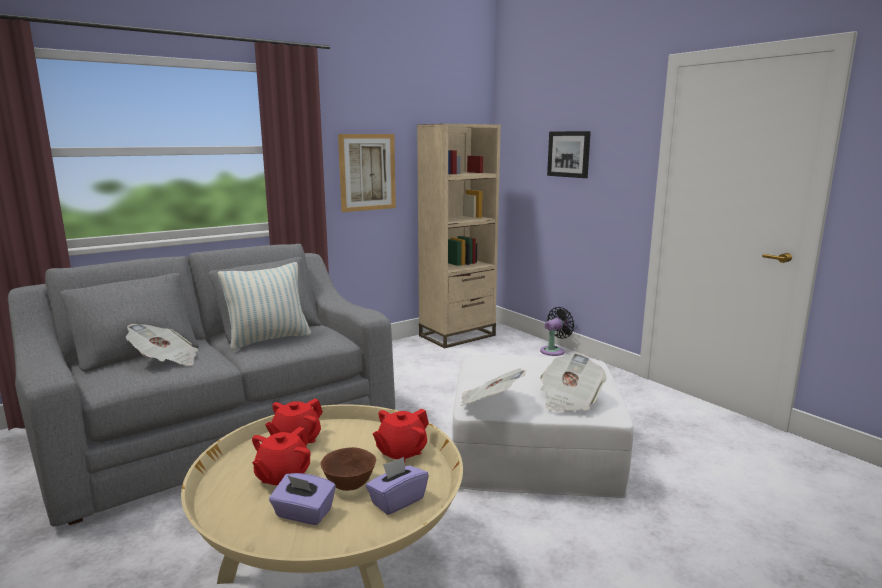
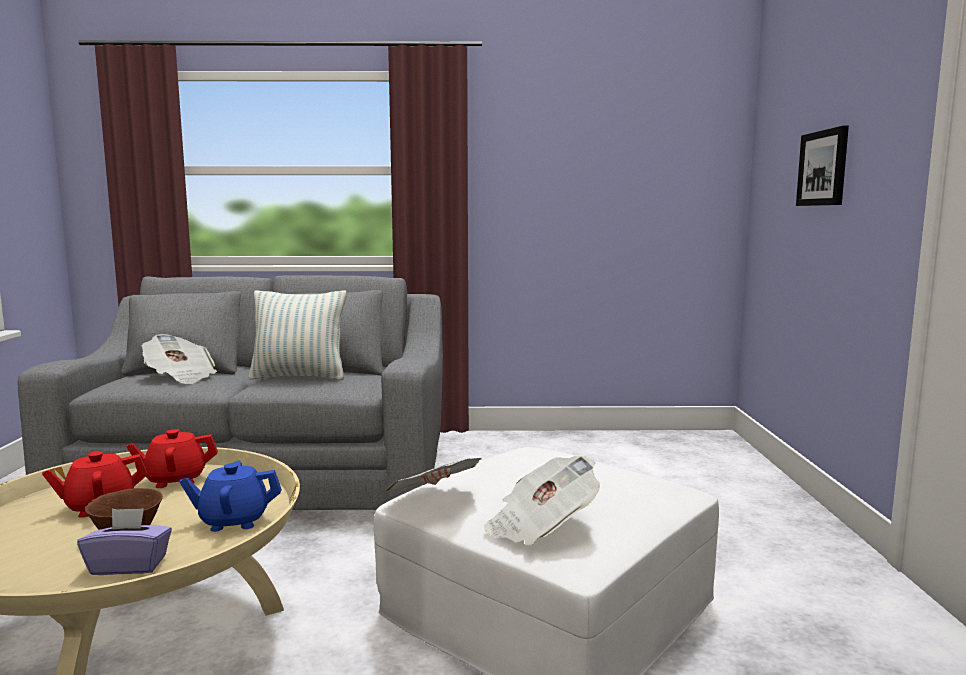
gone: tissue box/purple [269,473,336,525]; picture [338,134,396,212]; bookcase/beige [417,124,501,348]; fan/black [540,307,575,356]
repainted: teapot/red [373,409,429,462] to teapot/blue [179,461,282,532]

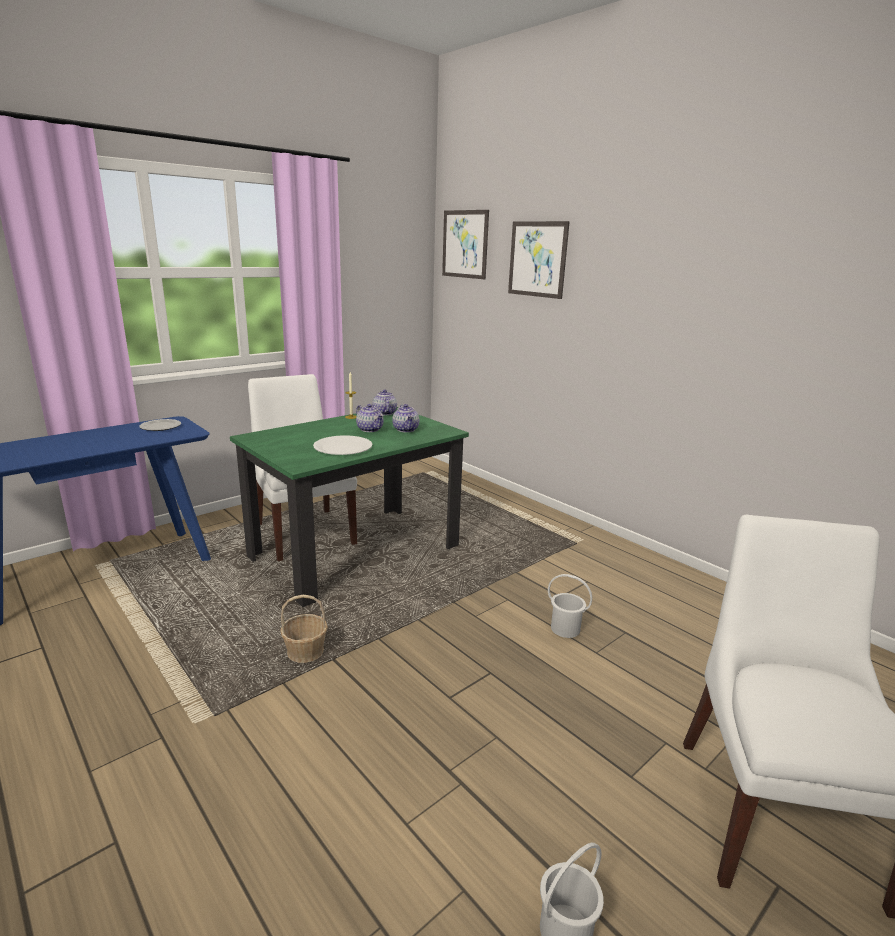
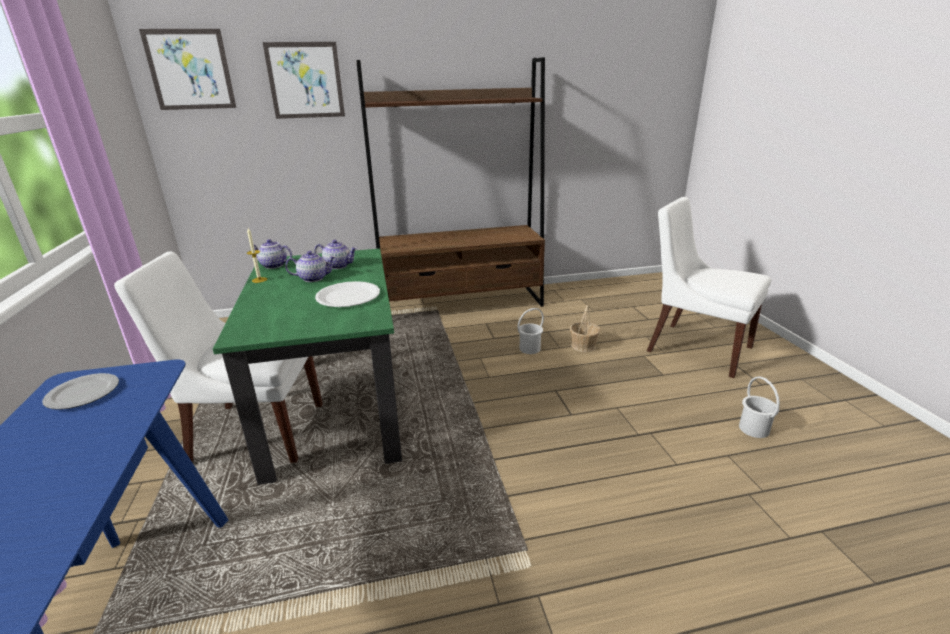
new: bookcase/brown [356,57,545,307]
shifted: basket [280,595,328,663] to [570,305,601,352]

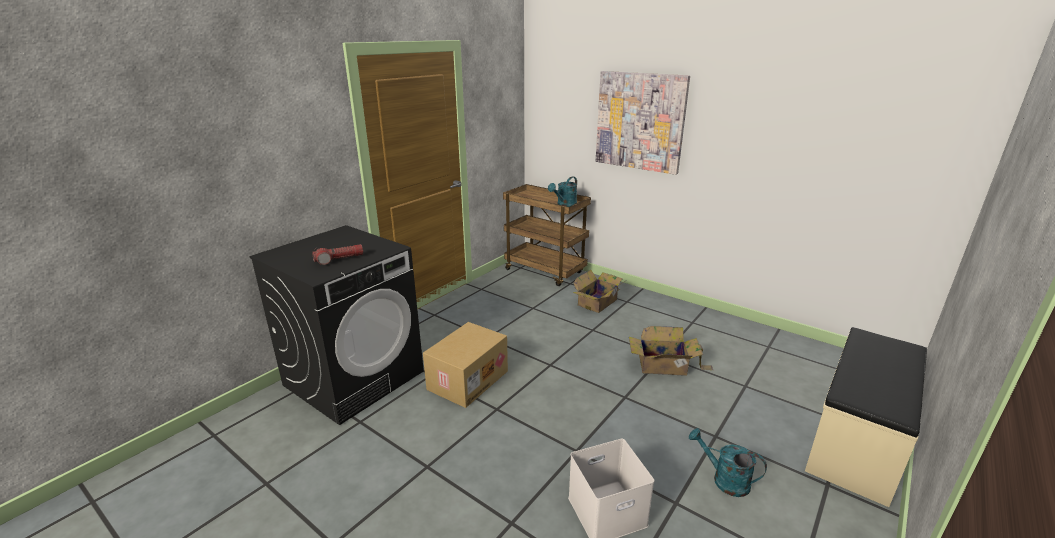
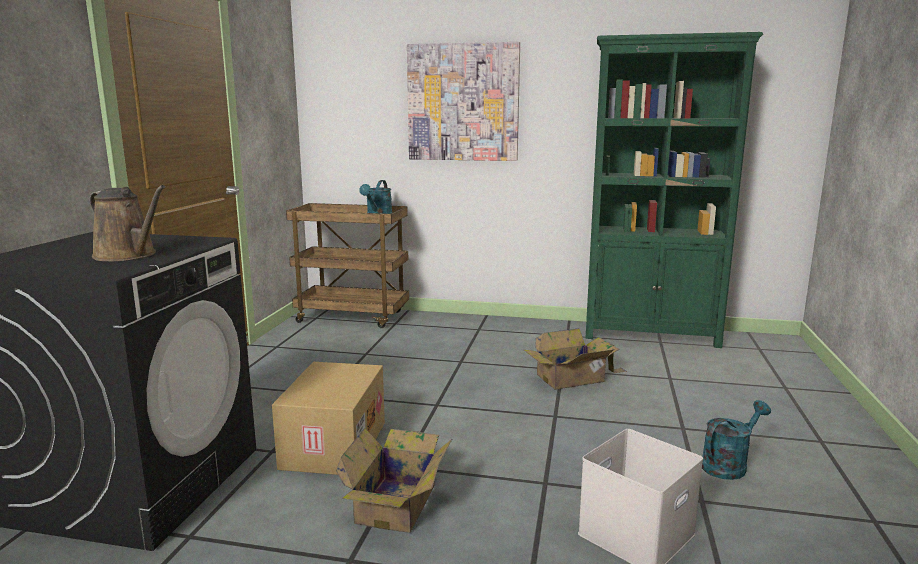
gone: bench/beige [805,327,927,507]
new: bookcase/green [585,32,763,348]
shifted: cardboard box [573,270,625,313] to [336,428,452,533]
swapped: flashlight [312,244,363,265] to watering can/brown [90,185,165,261]
rotated: watering can/turquoise [689,428,767,497] = [702,400,771,480] 135 degrees clockwise

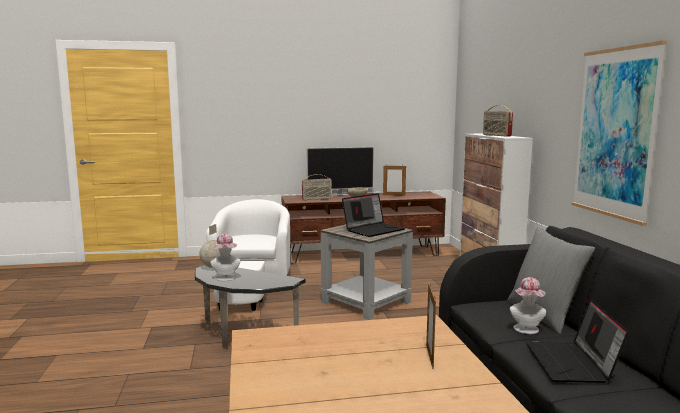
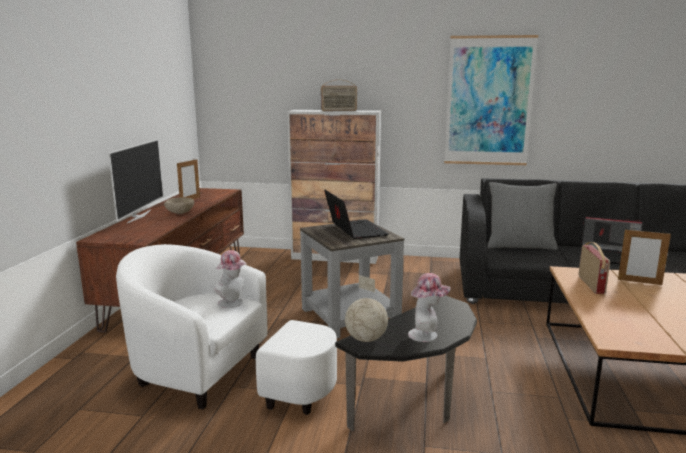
shifted: radio [302,174,332,200] to [579,242,610,294]; hat [509,277,546,334] to [215,250,246,308]

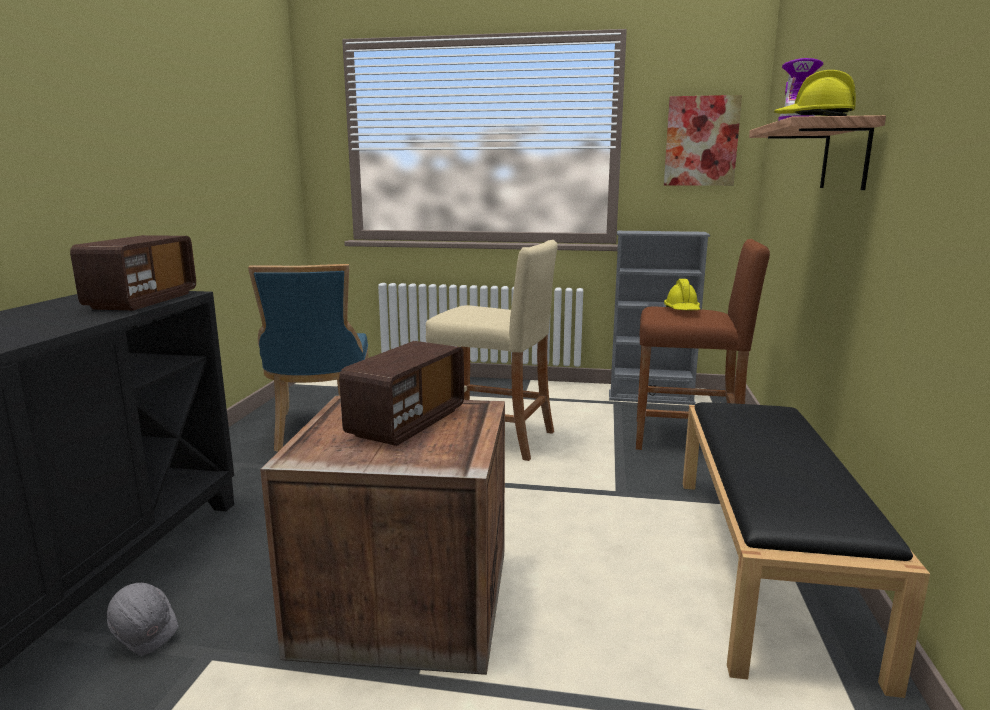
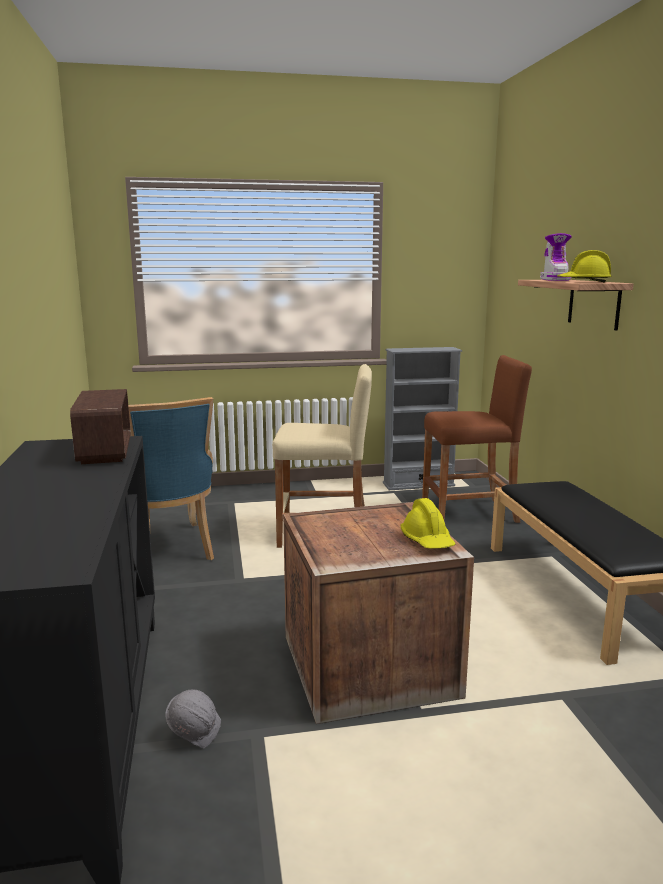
gone: radio [339,341,464,446]; picture [664,95,742,186]
shifted: hard hat/yellow [664,279,700,310] to [401,498,456,549]

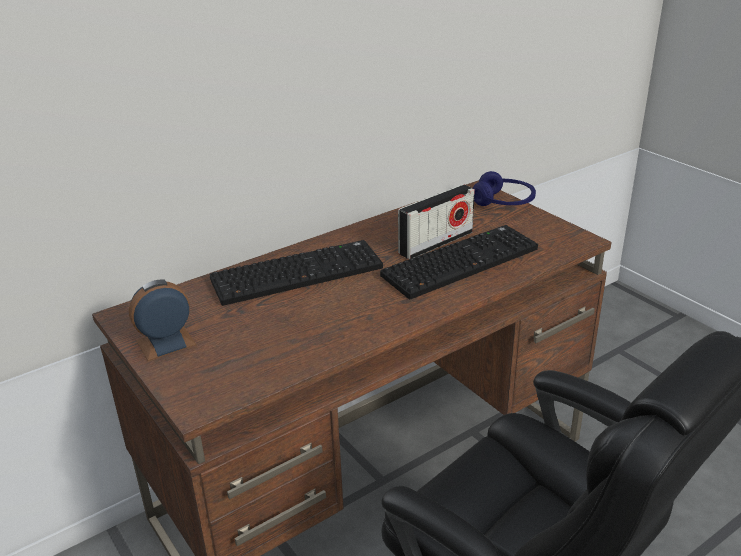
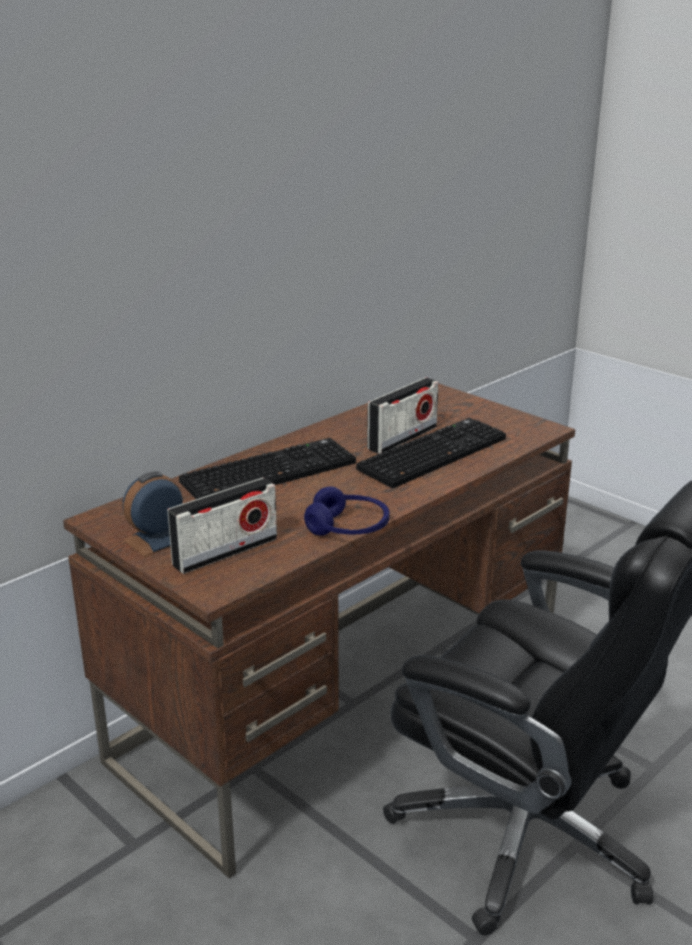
new: radio [167,478,277,574]
shifted: headphones/blue [473,171,536,206] to [304,487,390,536]

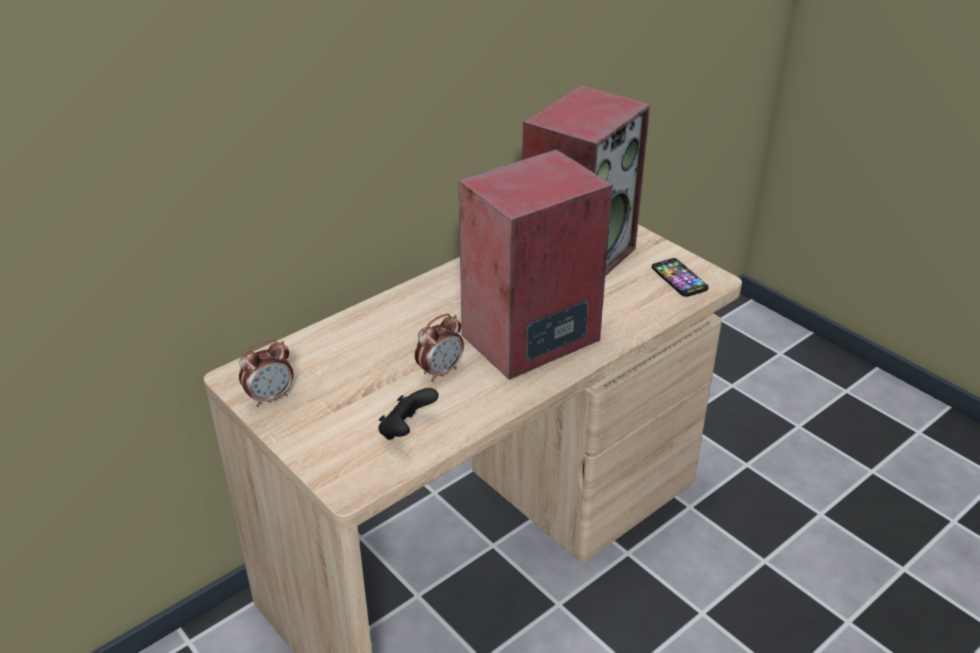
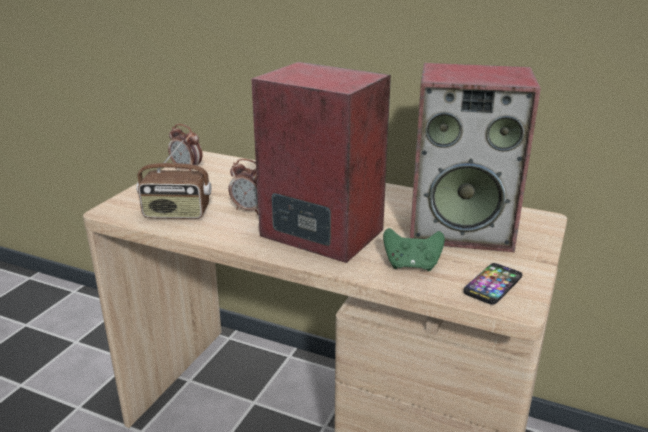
new: game controller/green [383,228,445,271]
swapped: game controller/black [378,388,439,440] to radio [136,140,212,219]

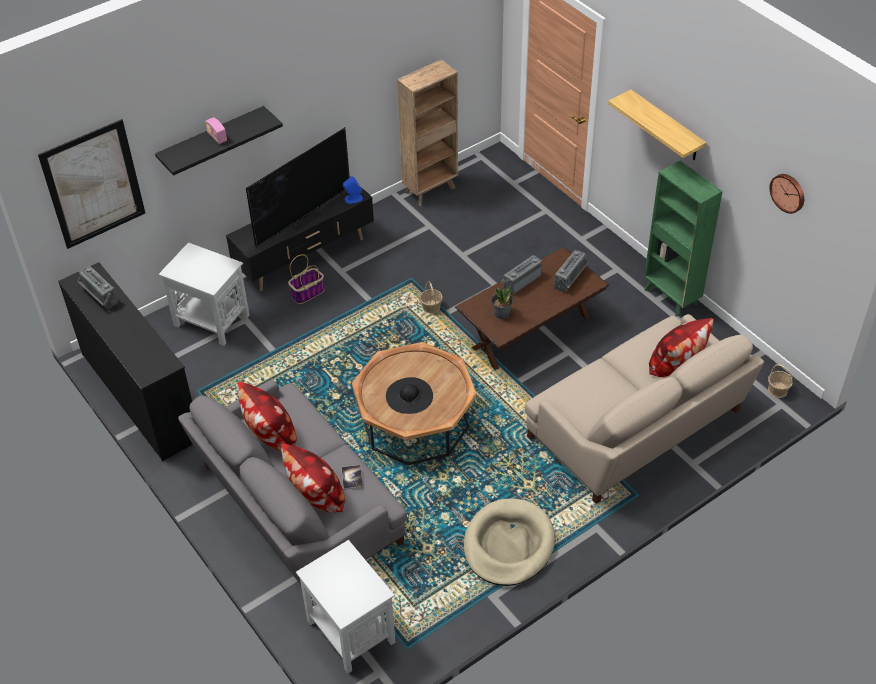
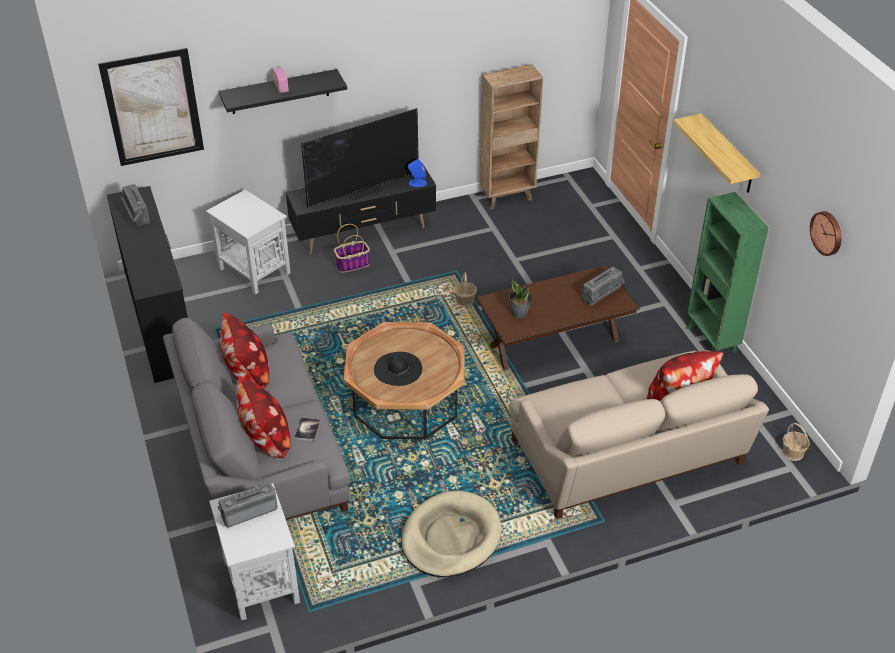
shifted: radio [500,255,542,295] to [218,482,278,528]

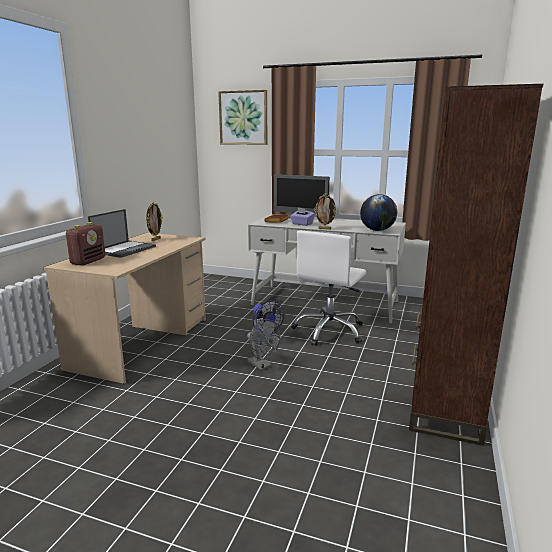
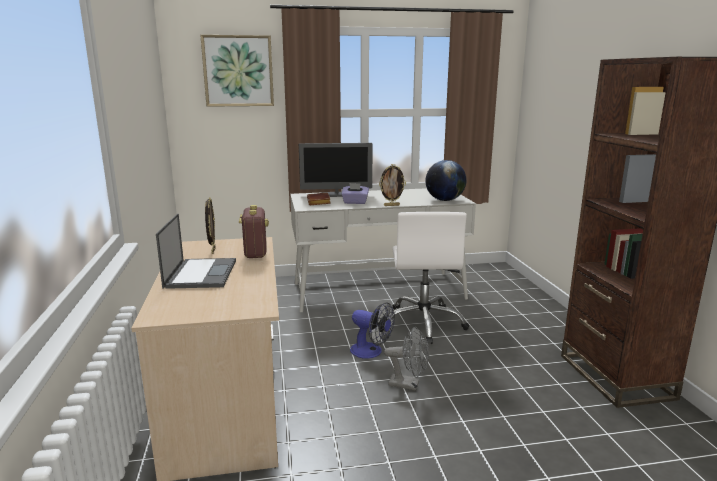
shifted: radio [66,222,105,265] to [239,205,269,258]

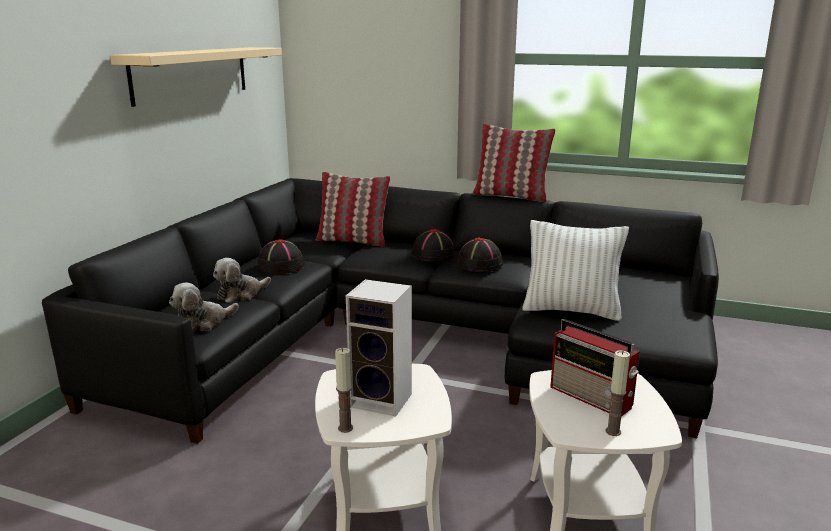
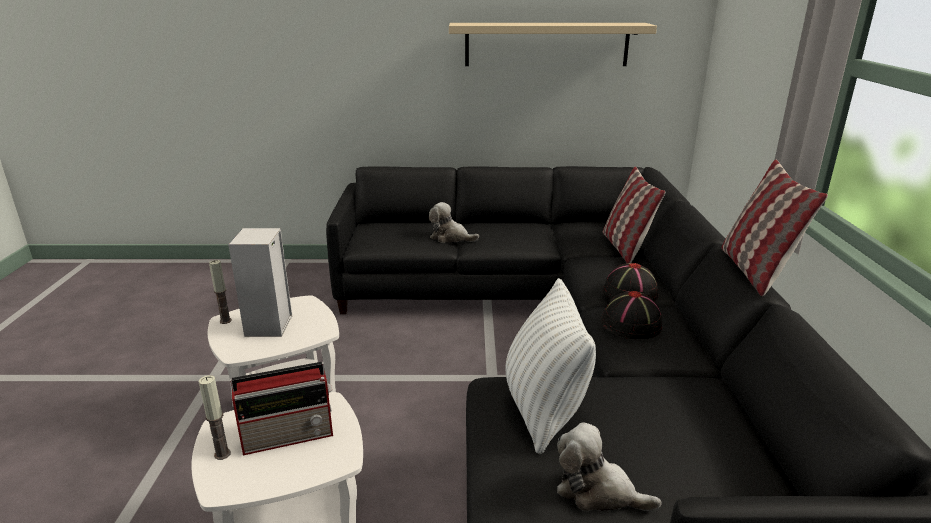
gone: hat/black [258,239,305,274]
shifted: plush toy [169,283,239,333] to [557,422,662,511]
rotated: radio [550,319,640,416] = [230,362,333,456] 135 degrees counterclockwise

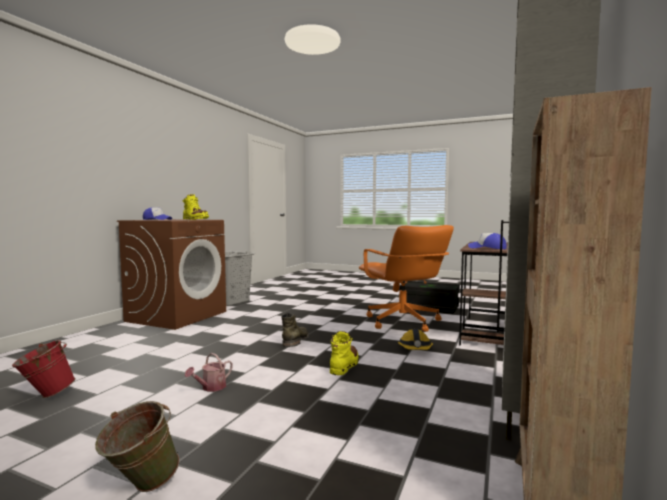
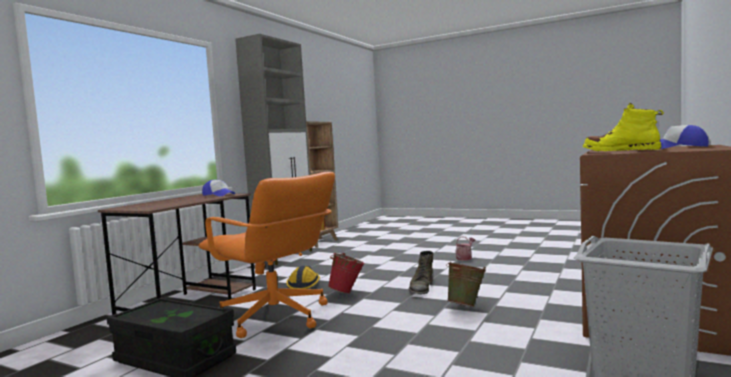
gone: boot/yellow [330,331,359,375]
shifted: bucket/red [12,340,75,398] to [328,253,365,294]; bucket/green [95,401,180,492] to [446,262,486,307]
rotated: office chair/orange [359,225,454,332] = [198,172,335,338] 150 degrees clockwise

